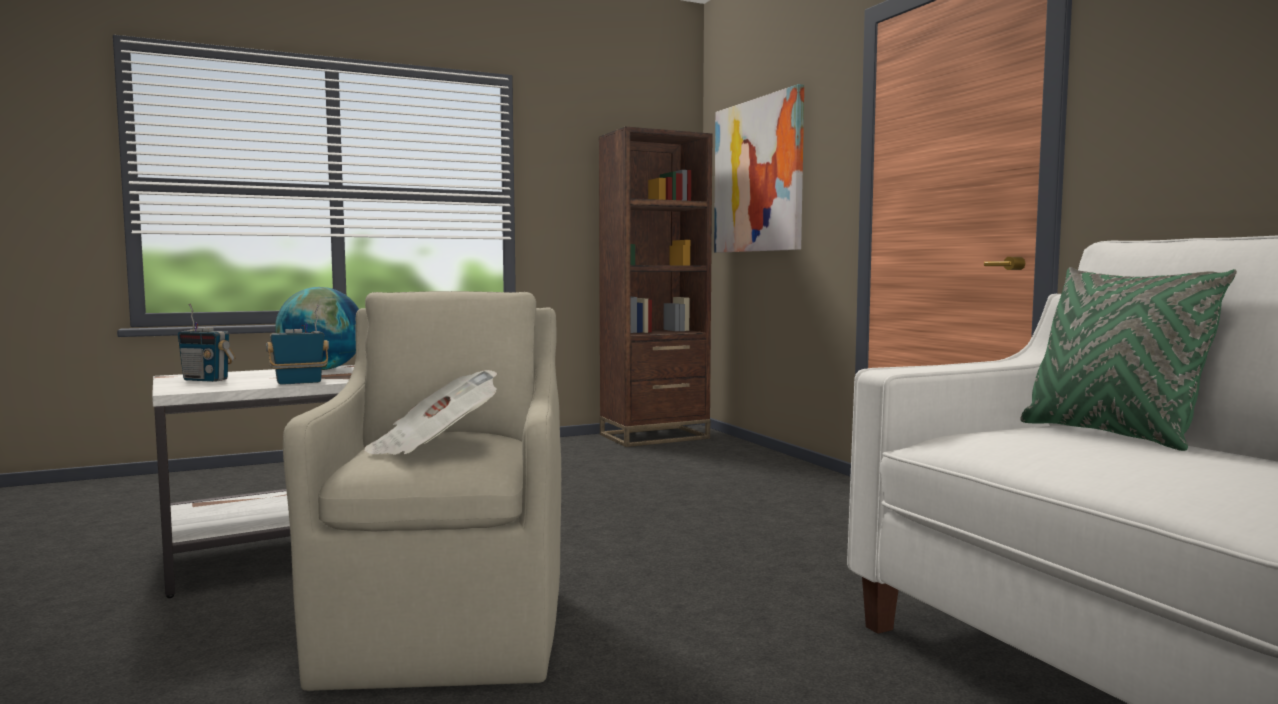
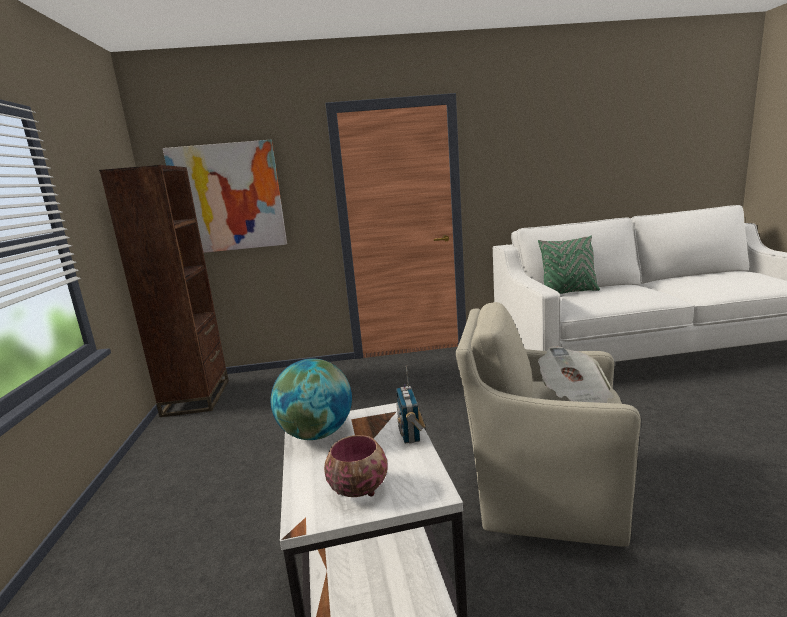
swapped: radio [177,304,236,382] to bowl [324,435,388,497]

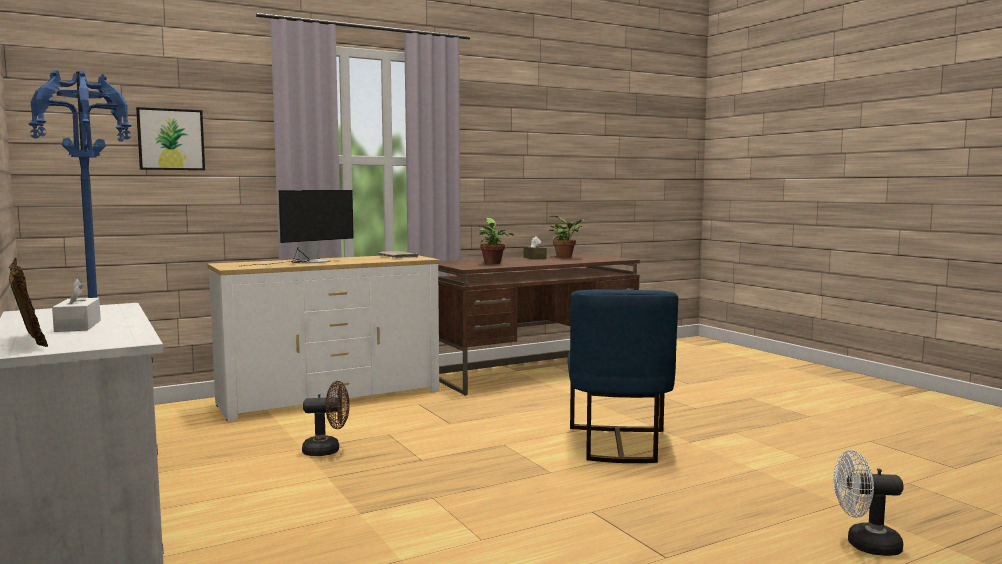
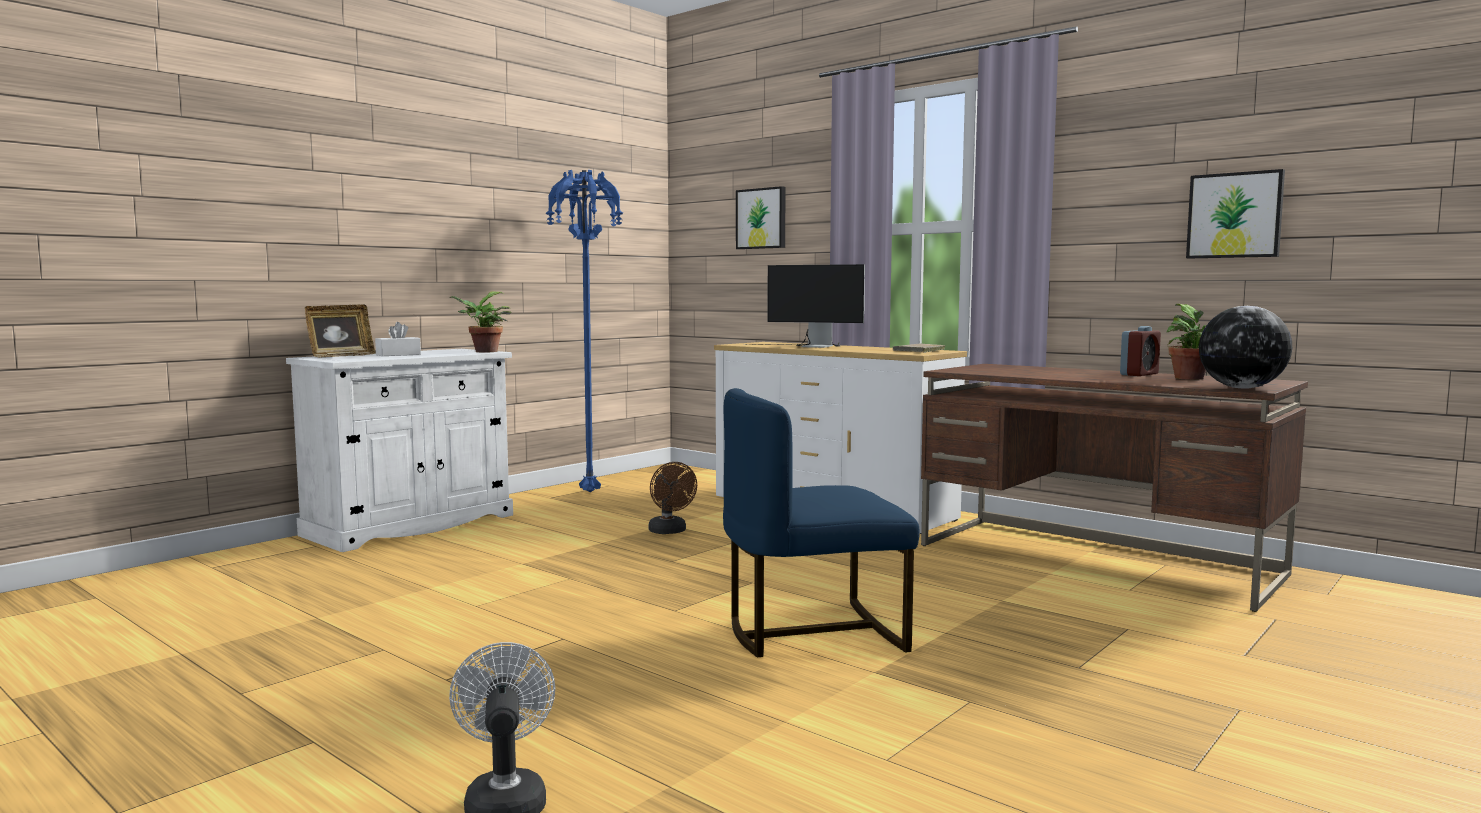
new: picture [1186,169,1285,259]; globe [1199,306,1292,389]
shifted: potted plant [478,218,514,264] to [450,292,512,353]
swapped: tissue box/brown [523,236,546,260] to alarm clock [1120,326,1161,376]

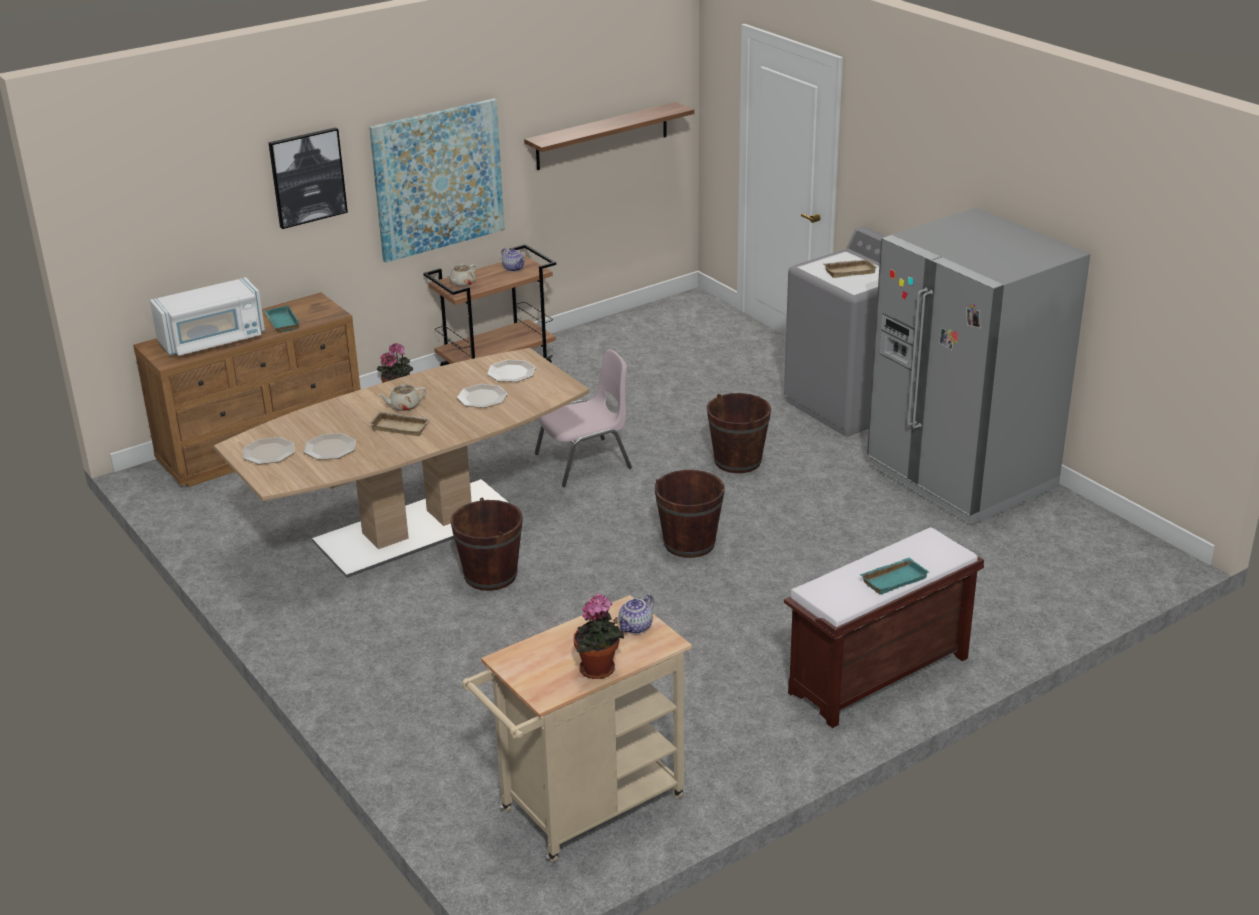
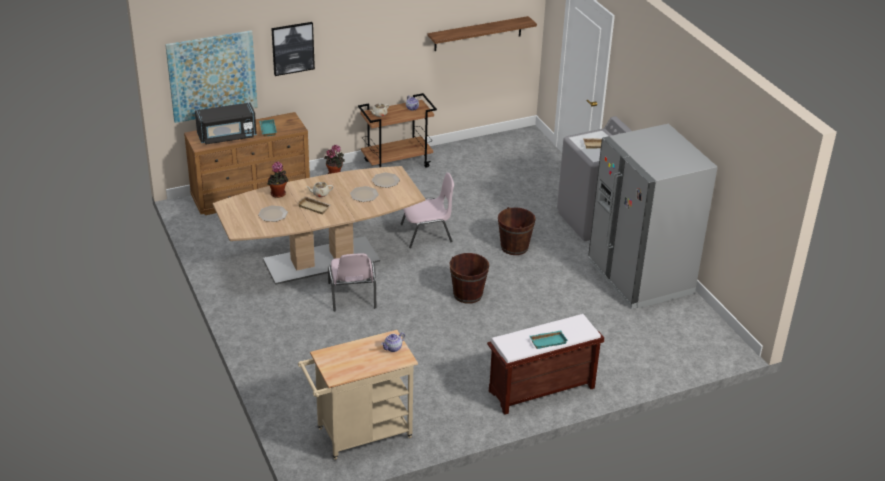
gone: plate [243,437,295,464]
shifted: picture [369,99,505,263] to [165,31,258,123]; potted plant [574,594,624,679] to [267,161,289,198]
swapped: bucket/brown [450,498,523,591] to chair/pink [328,253,376,311]
repainted: microwave/white [150,277,265,356] to microwave/black [195,102,257,144]

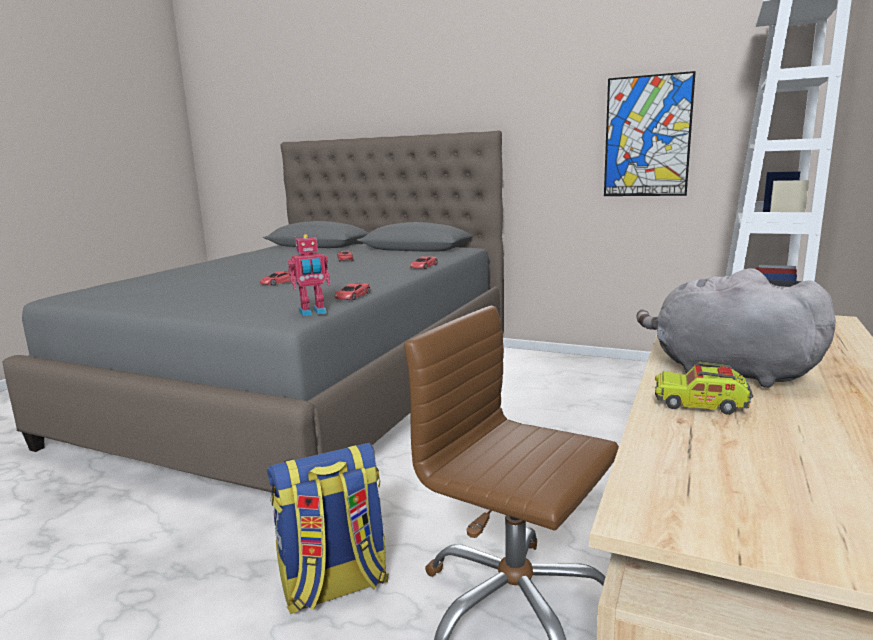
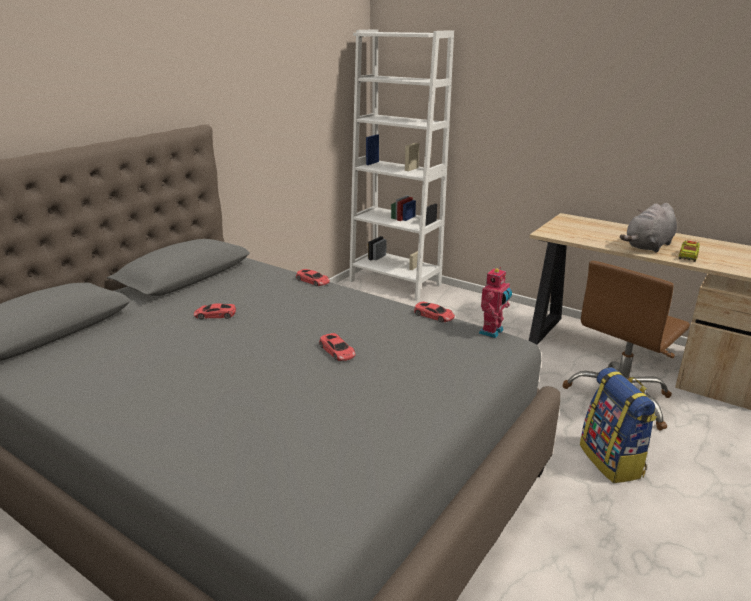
gone: picture [604,71,696,196]
rotated: toy robot [288,234,331,316] = [479,267,512,338] 45 degrees clockwise

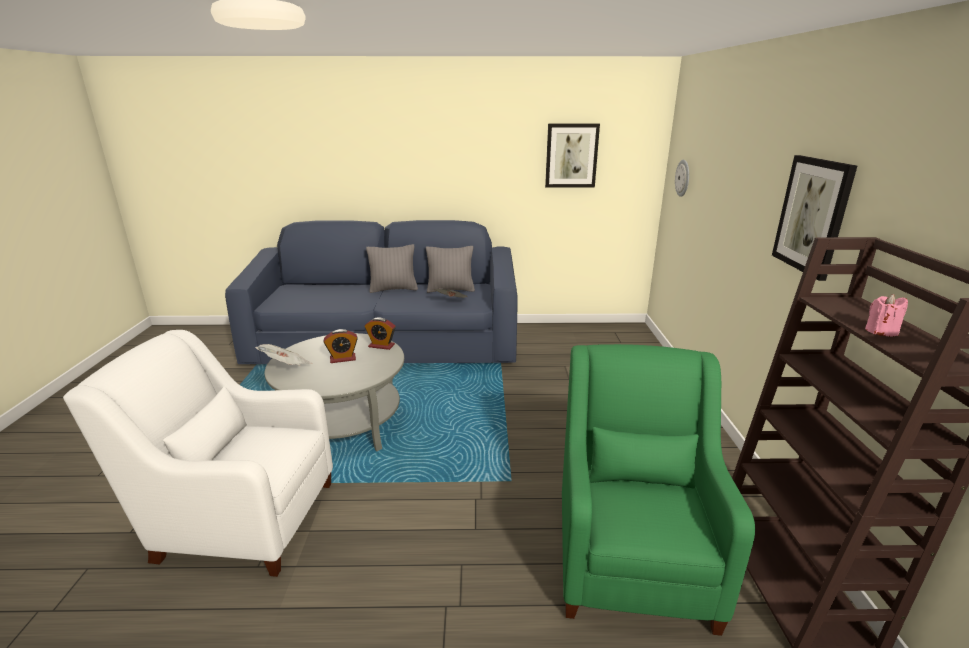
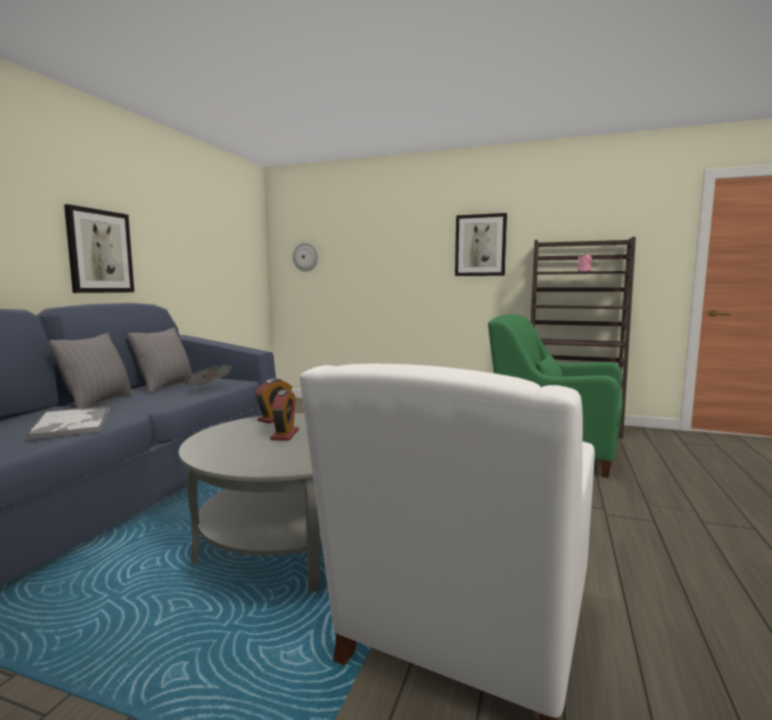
gone: newspaper [255,344,313,365]
new: tray [24,406,110,440]
shifted: picture [545,124,600,188] to [64,204,134,293]

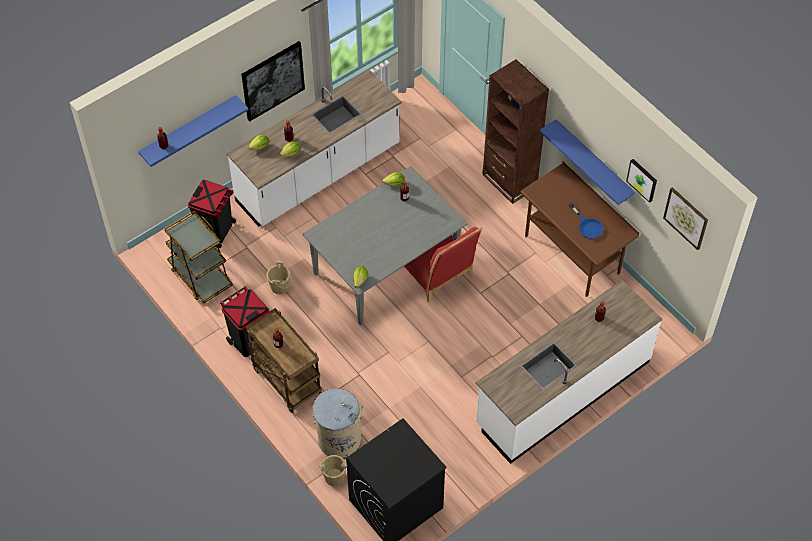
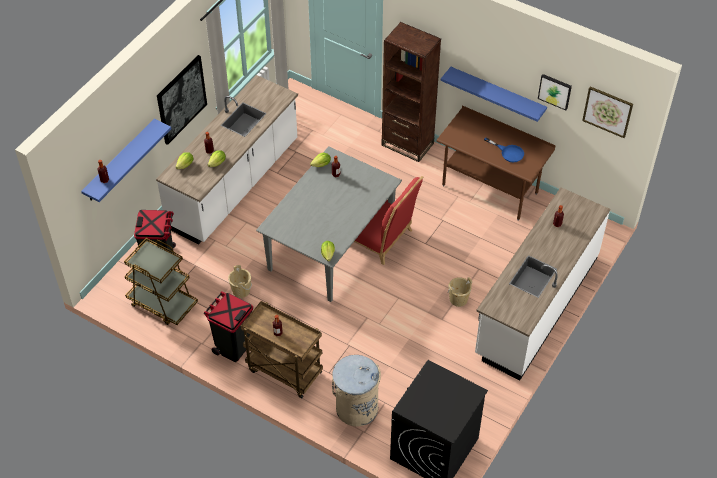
shifted: bucket/beige [319,455,347,486] to [447,277,472,307]

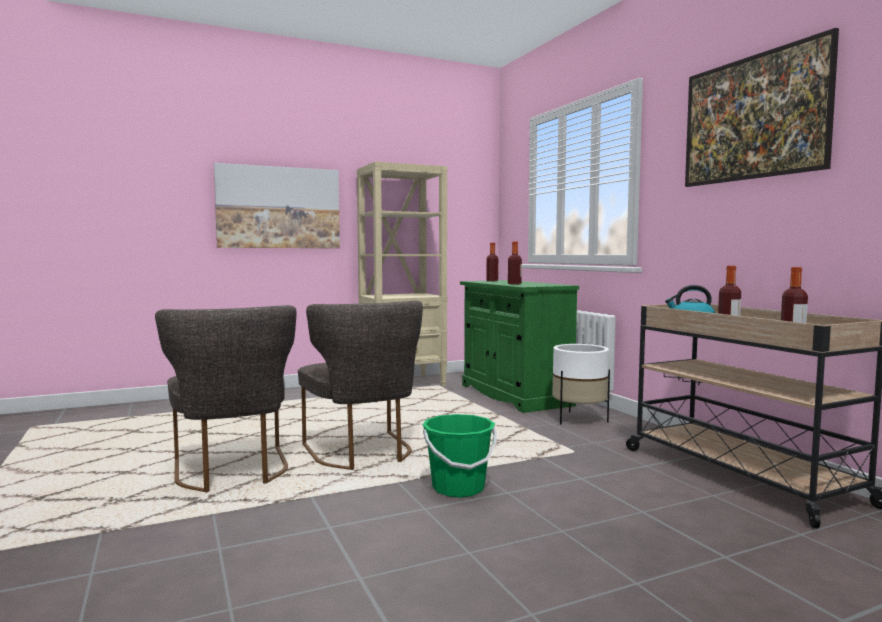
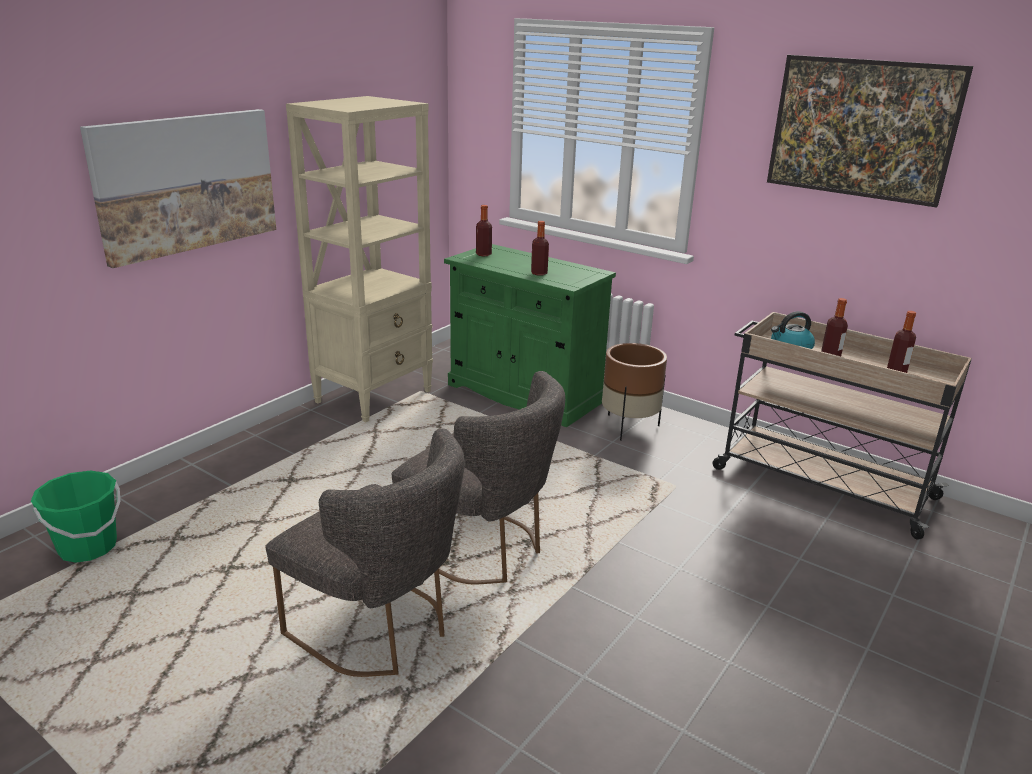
shifted: bucket/green [422,414,497,498] to [31,471,120,563]
repainted: planter/white [552,344,610,425] to planter/brown [602,343,667,441]

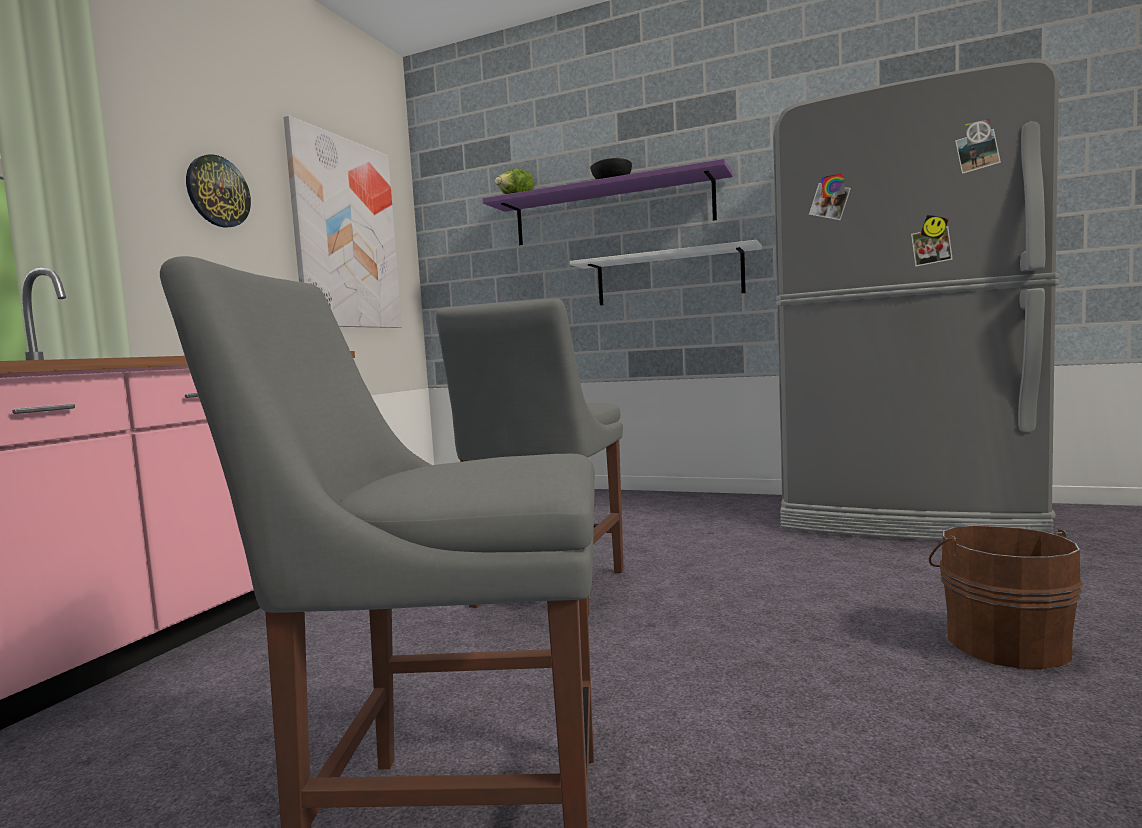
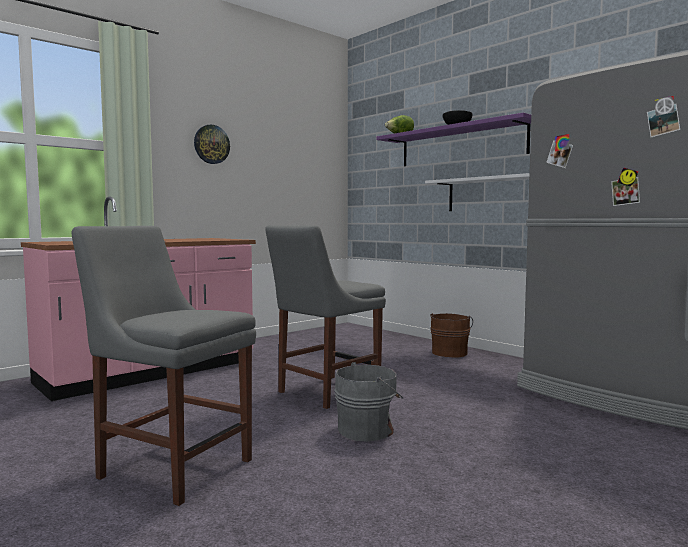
gone: picture [283,115,402,328]
new: bucket/grey [334,362,403,442]
shifted: bucket/brown [929,525,1083,669] to [430,313,473,357]

